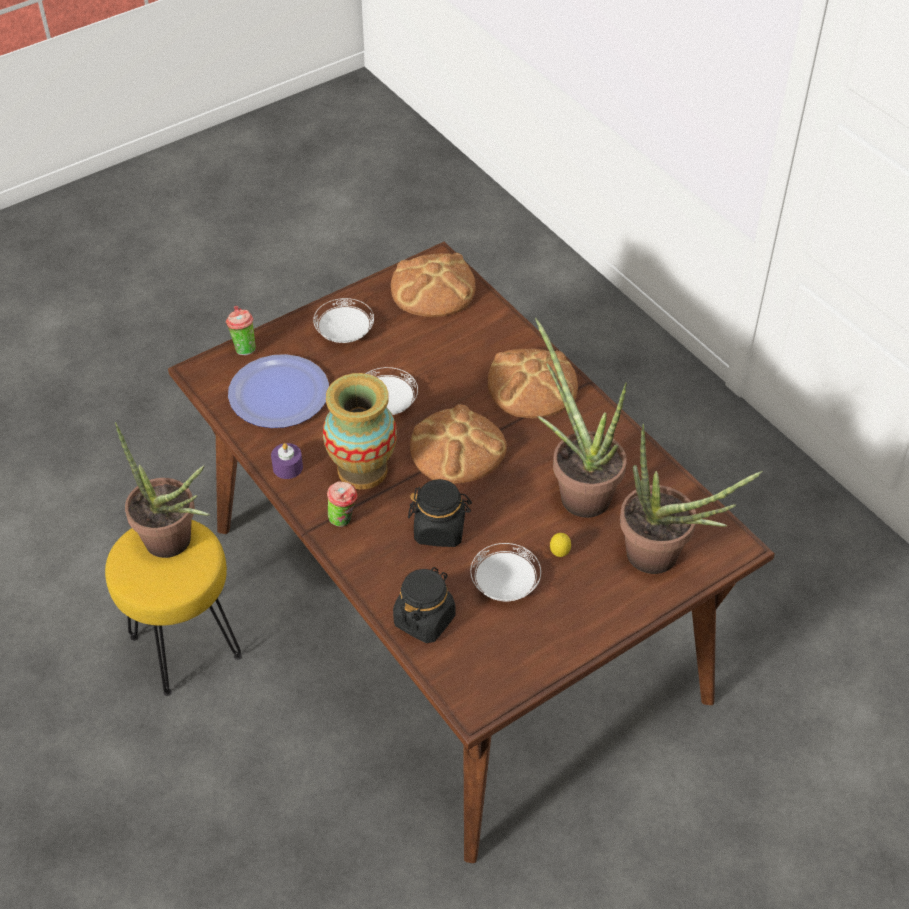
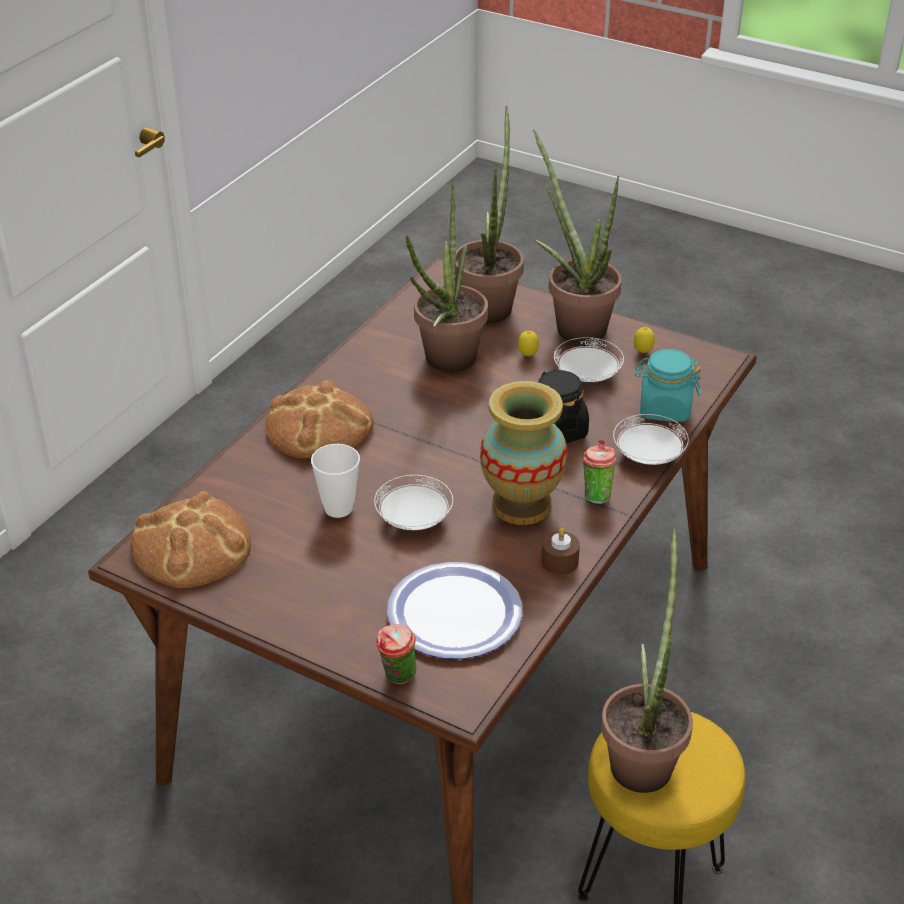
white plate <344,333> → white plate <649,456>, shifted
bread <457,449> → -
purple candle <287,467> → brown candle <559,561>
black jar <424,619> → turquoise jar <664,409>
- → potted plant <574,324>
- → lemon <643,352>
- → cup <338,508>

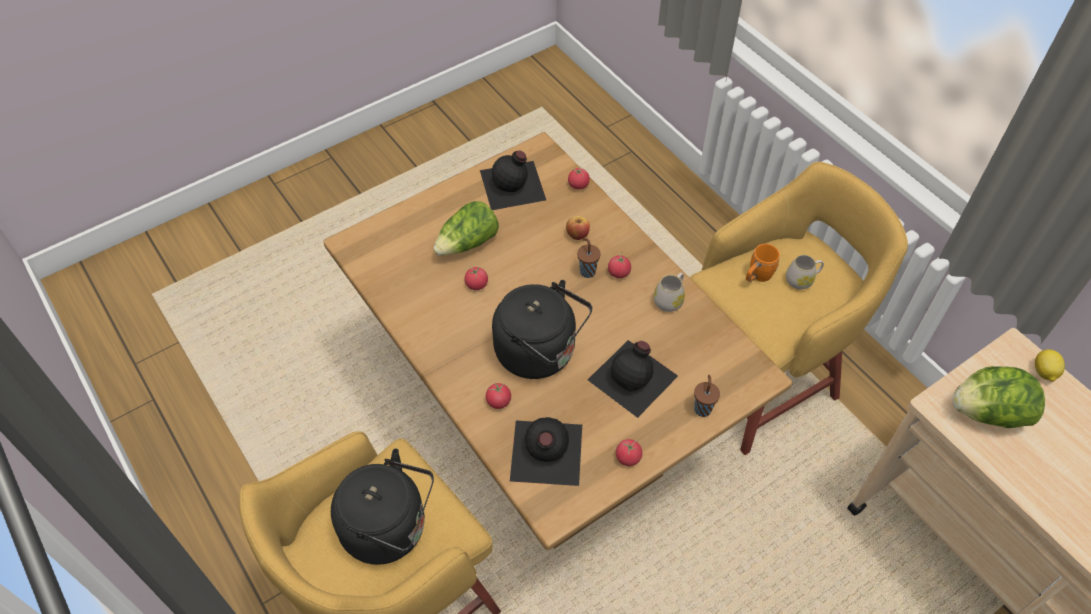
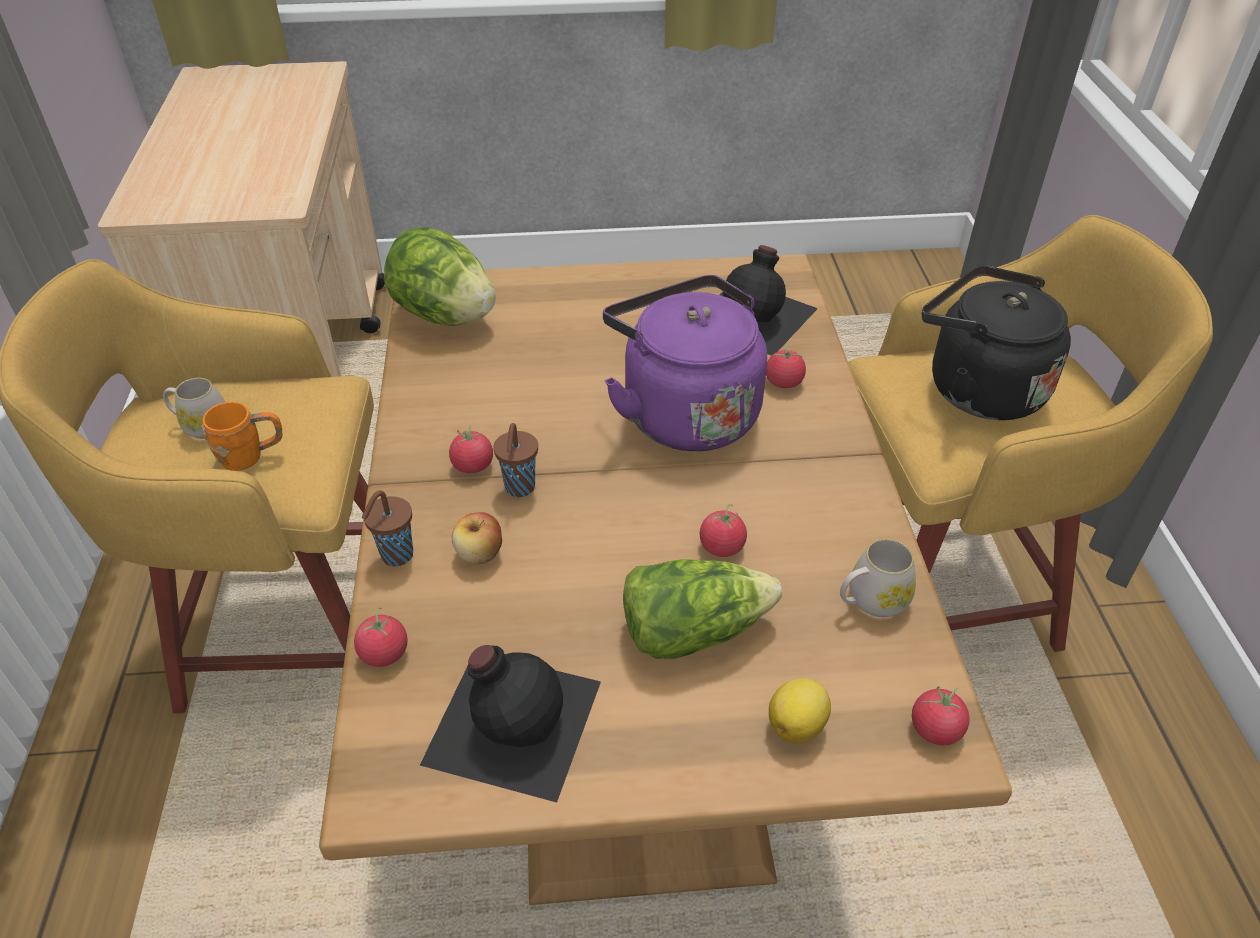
white mug <670,299> → white mug <871,601>, shifted
black kettle <540,353> → purple kettle <684,412>
black bottle <634,377> → -
lemon <1043,372> → lemon <797,725>, shifted
lettuce <987,413> → lettuce <444,315>, shifted
brown cup <702,408> → brown cup <395,556>, shifted
tomato <628,457> → tomato <935,729>, shifted

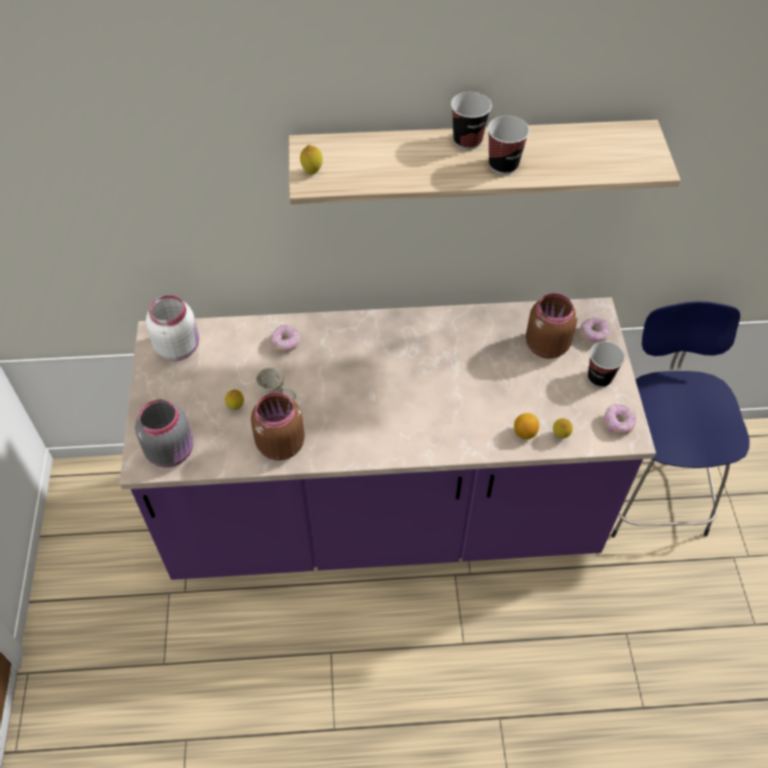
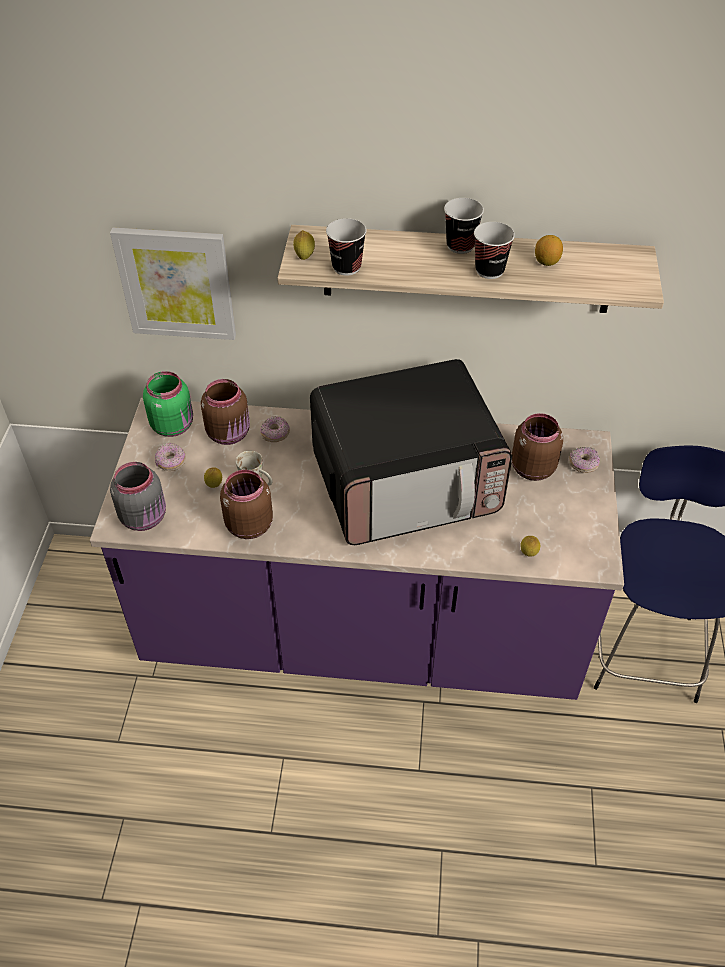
white jar <179,347> → green jar <173,425>
cup <599,378> → cup <346,267>, shifted
donut <618,424> → donut <171,462>, shifted
lemon <524,433> → lemon <546,262>, shifted
- → picture <177,283>
- → microwave <406,484>
- → brown jar <230,433>

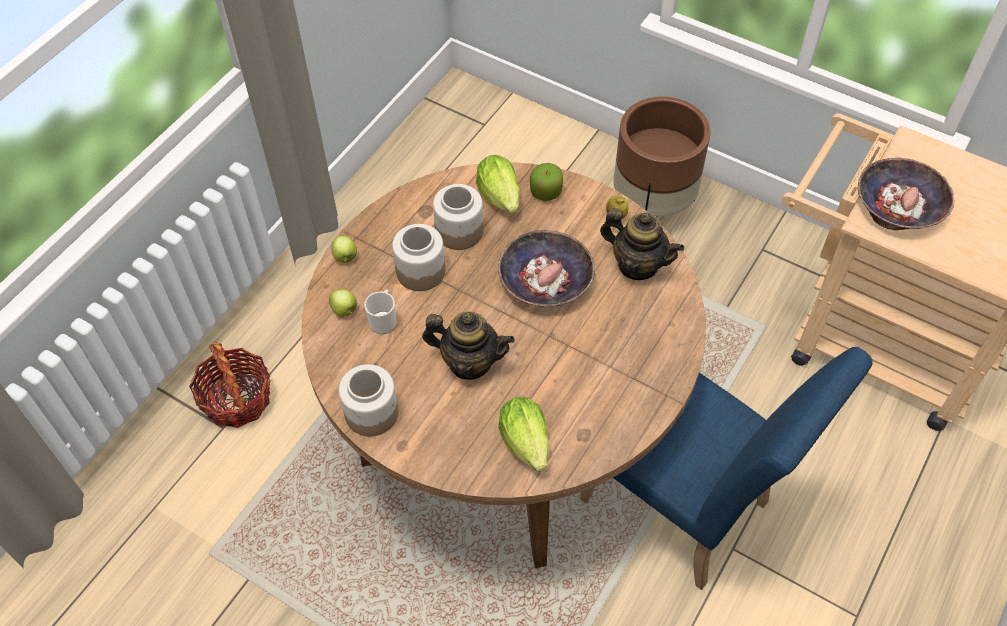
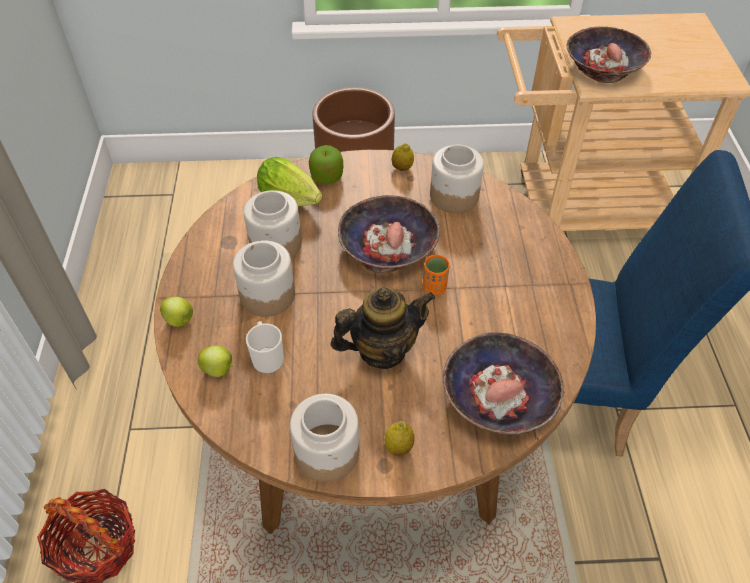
teapot <637,265> → jar <453,196>
lettuce <527,446> → bowl <499,394>
- → orange cup <434,287>
- → lemon <399,447>

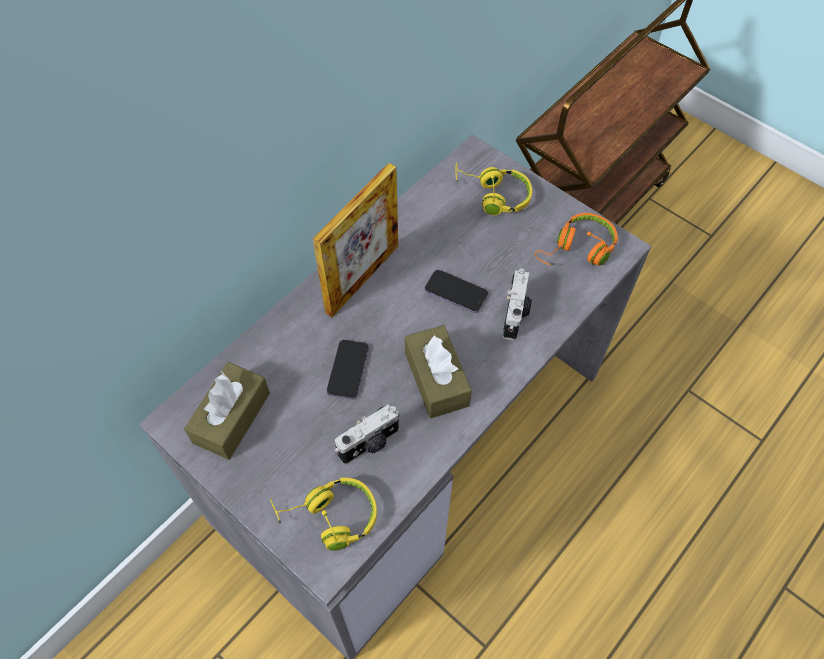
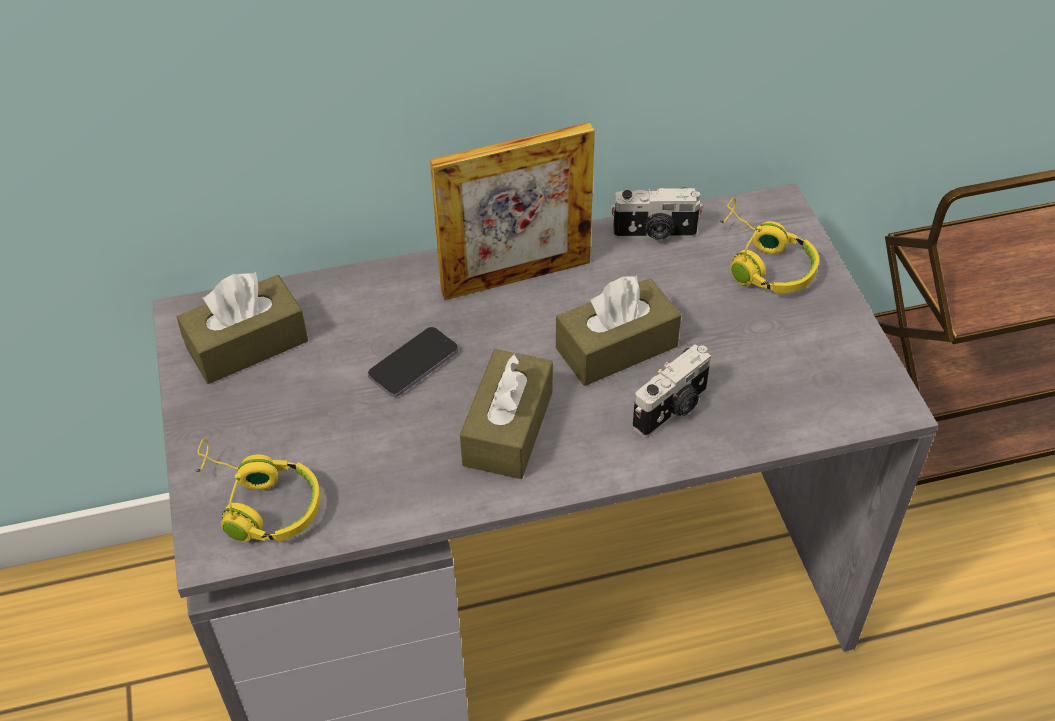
orange headphones <578,250> → -
phone <456,292> → brown tissue box <616,347>
photo camera <370,444> → photo camera <655,234>, shifted

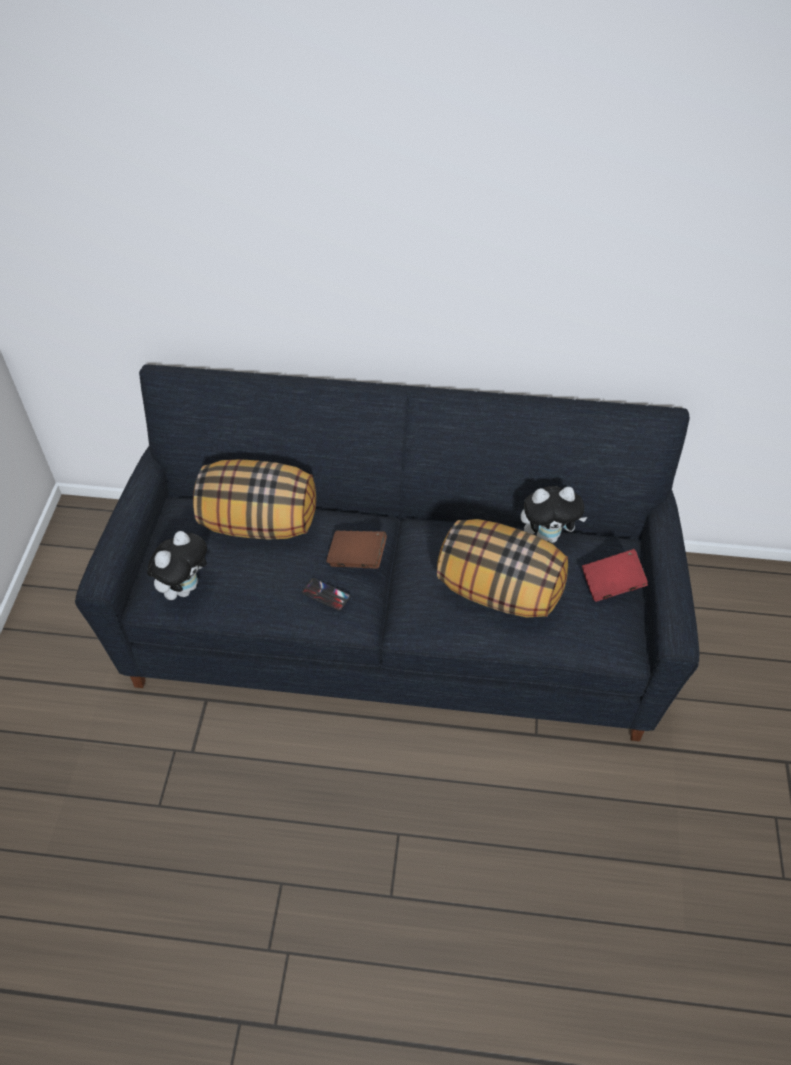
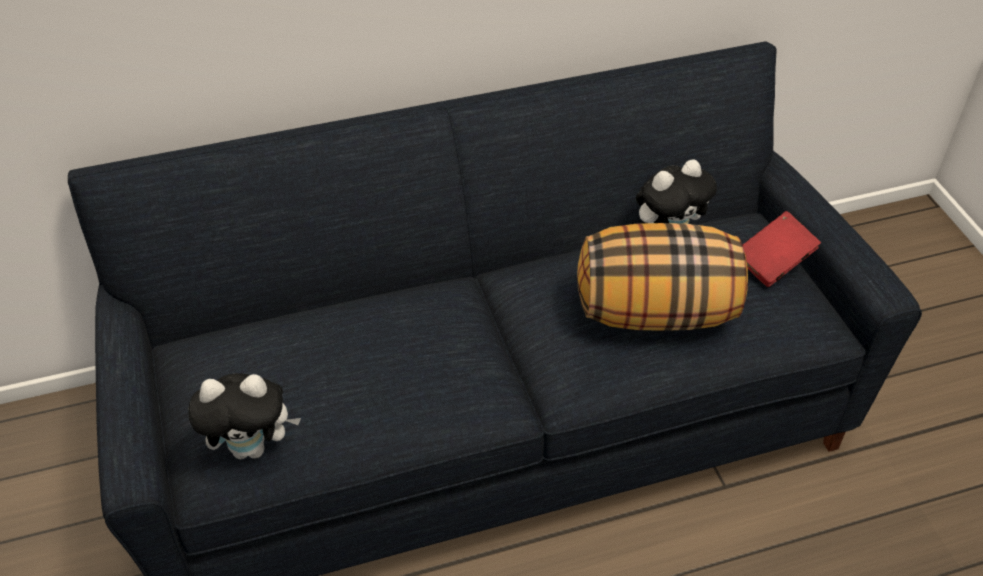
pillow <260,522> → -
brown book <357,558> → -
plush toy <184,587> → plush toy <252,447>, 75 degrees clockwise
phone <325,594> → -

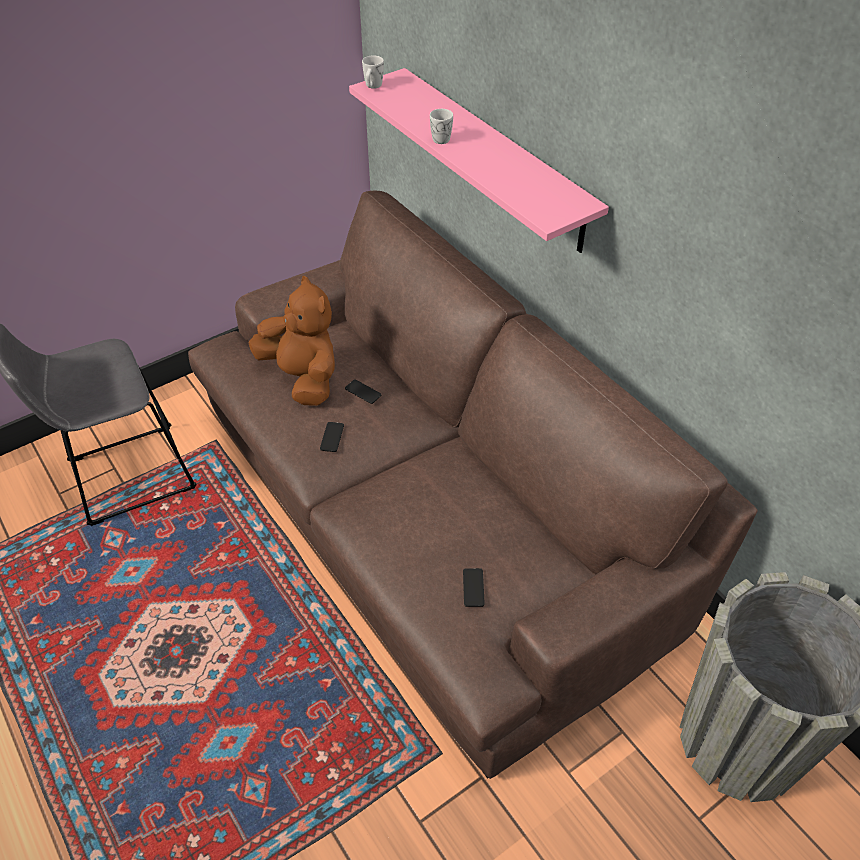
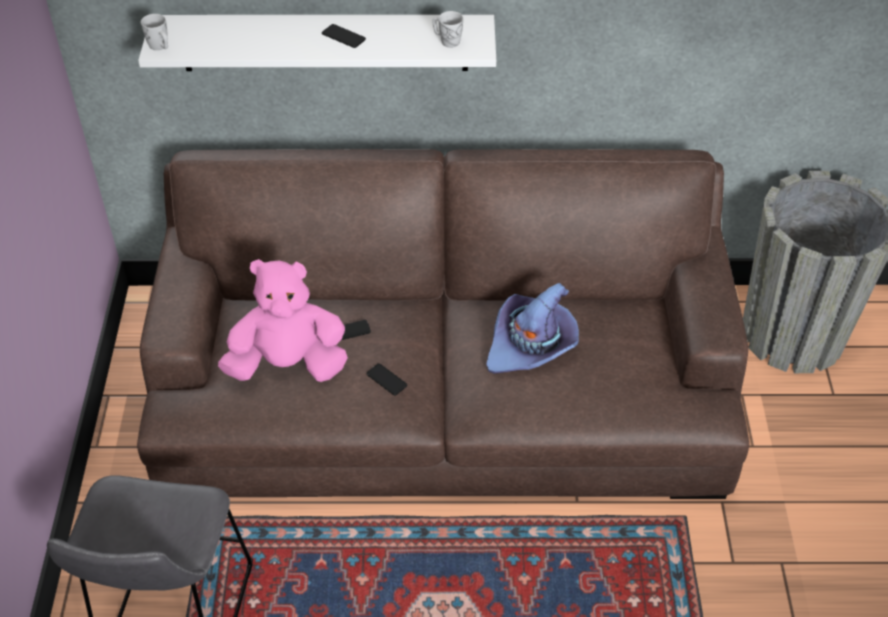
pink shelf <494,159> → white shelf <324,42>
white mug <441,137> → white mug <447,41>, shifted
brown plush toy <303,377> → pink plush toy <288,364>
phone <473,587> → phone <343,36>, shifted
- → purple hat <532,345>

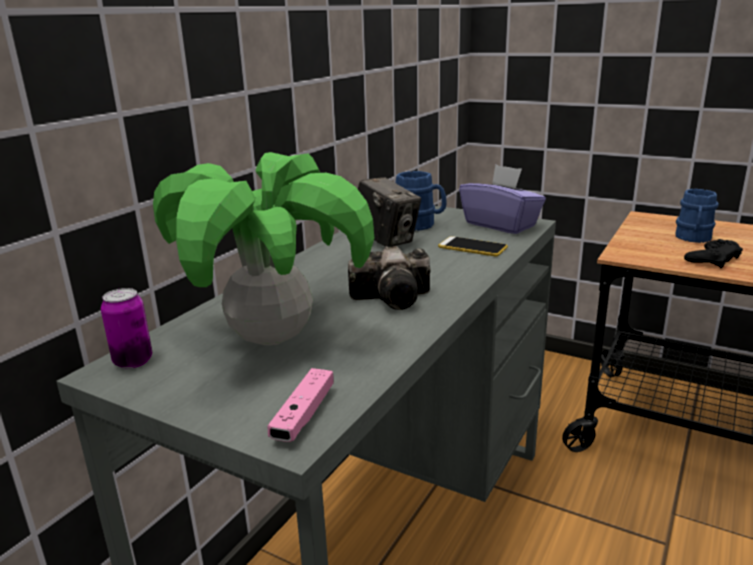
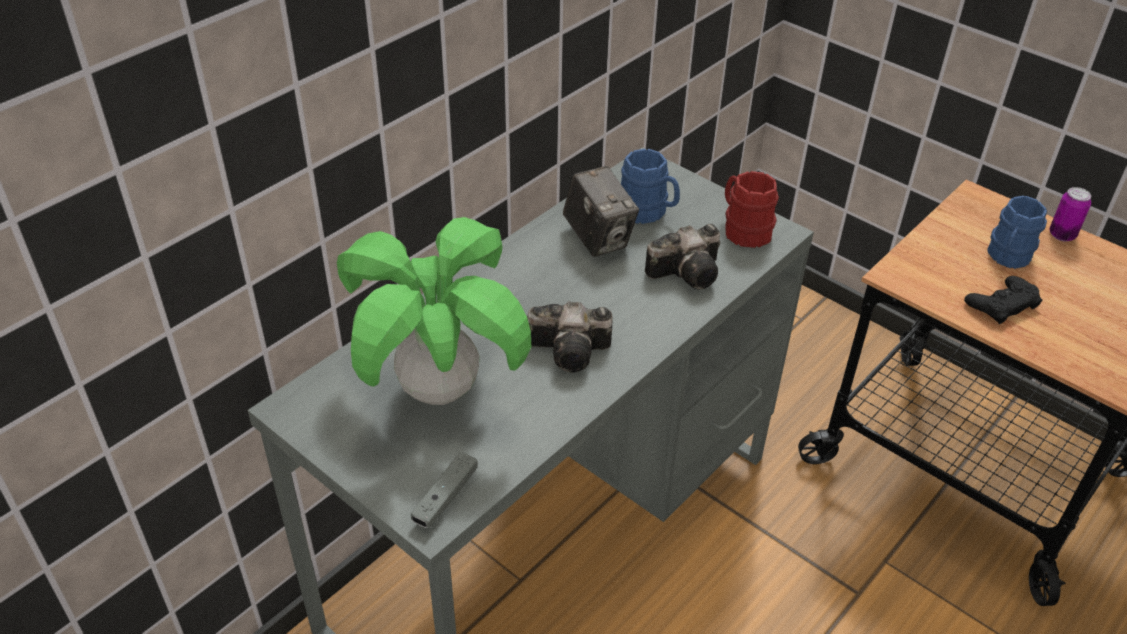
purple tissue box <501,225> → red mug <743,229>
phone <472,247> → photo camera <689,272>
can <133,361> → can <1062,235>, shifted
pink game controller <304,415> → grey game controller <445,497>

